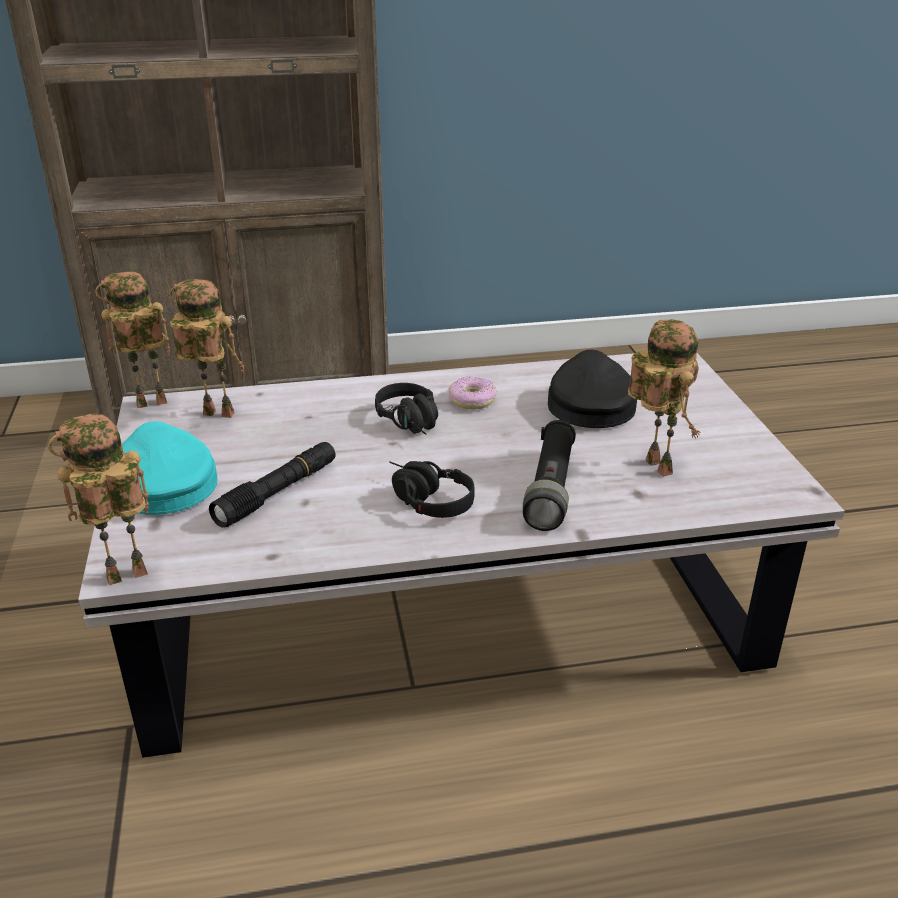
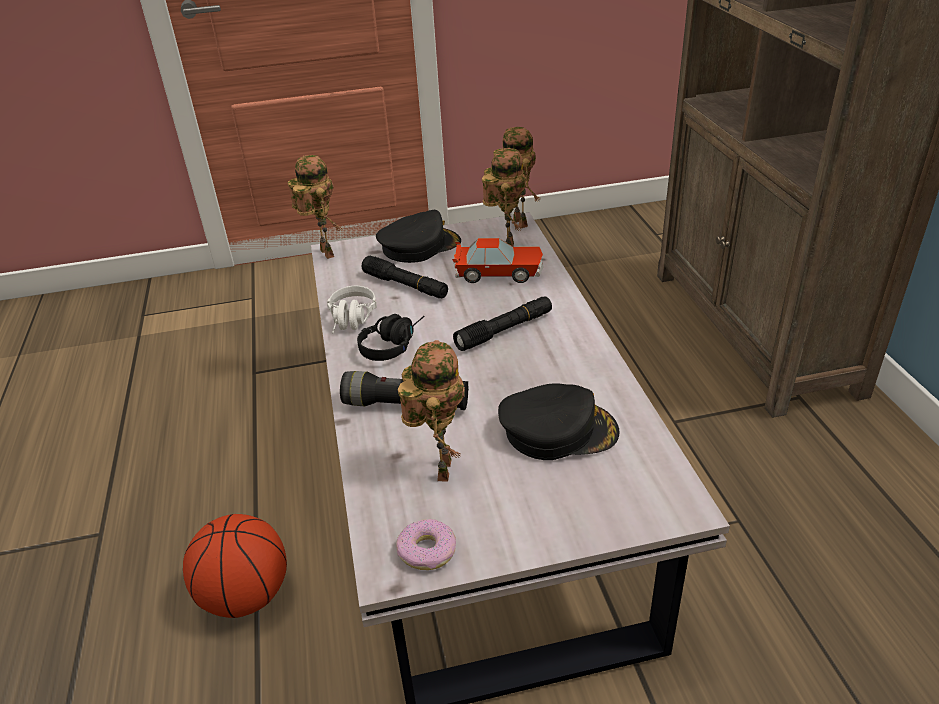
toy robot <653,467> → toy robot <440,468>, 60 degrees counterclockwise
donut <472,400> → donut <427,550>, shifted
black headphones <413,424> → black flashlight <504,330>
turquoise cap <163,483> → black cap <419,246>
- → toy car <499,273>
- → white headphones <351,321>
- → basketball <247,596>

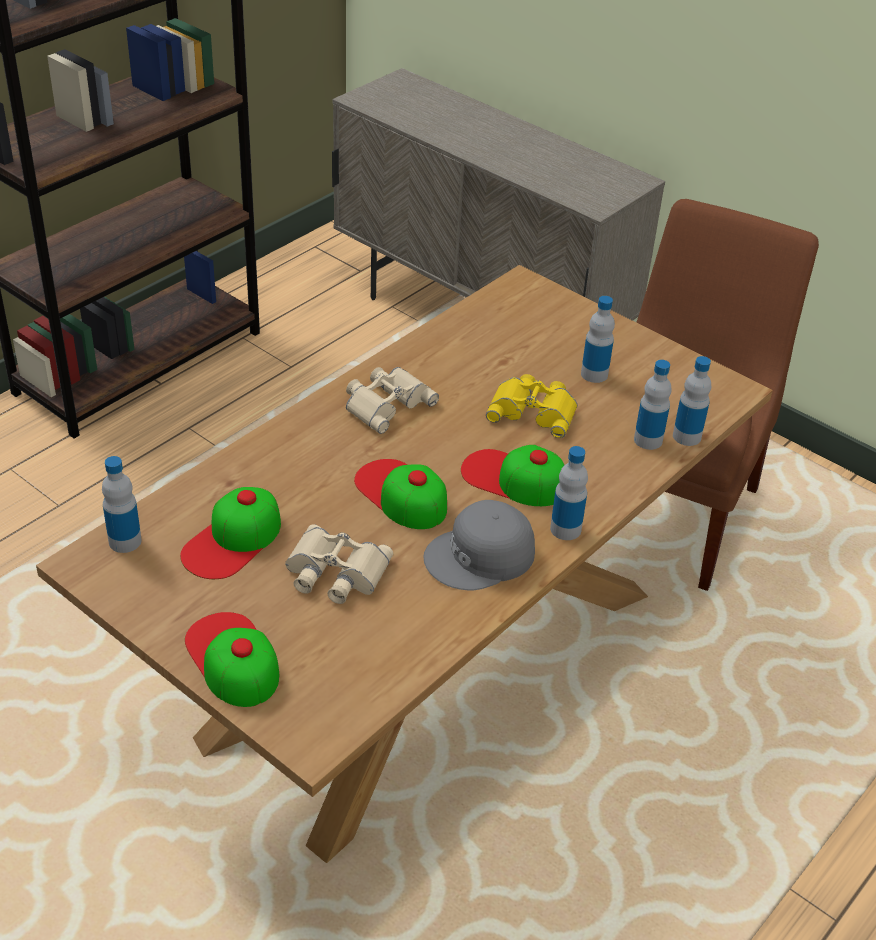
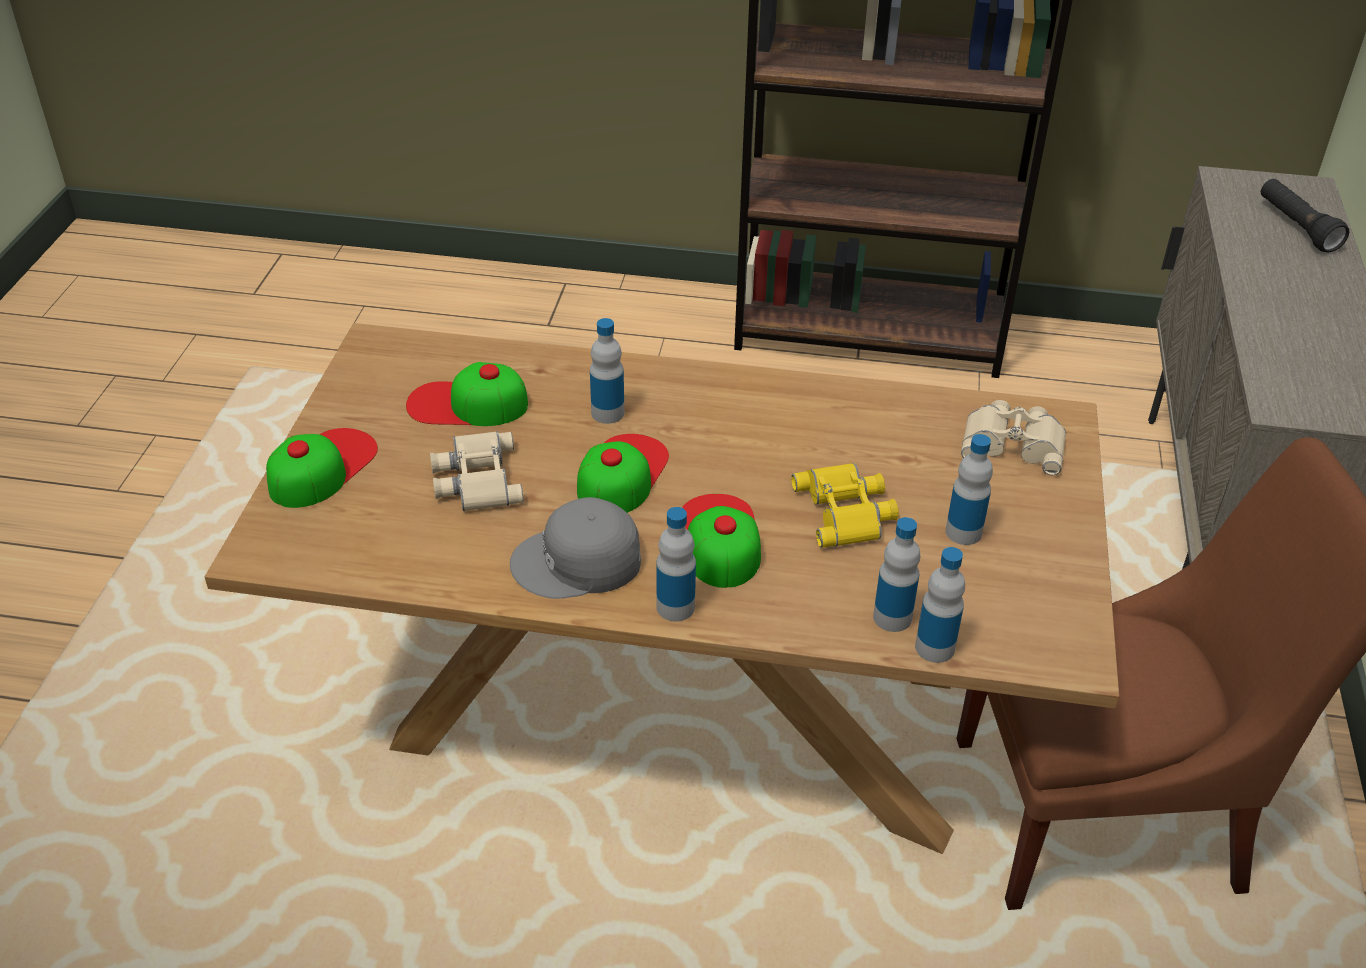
beige binoculars <386,403> → beige binoculars <1013,443>, shifted
bottle <125,541> → bottle <607,413>, shifted
grey cap <481,557> → grey cap <578,562>, 45 degrees counterclockwise
- → black flashlight <1296,227>

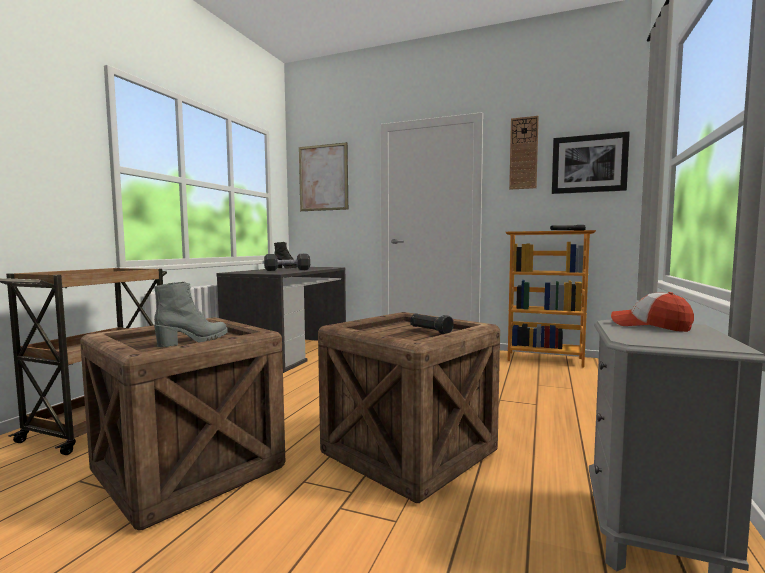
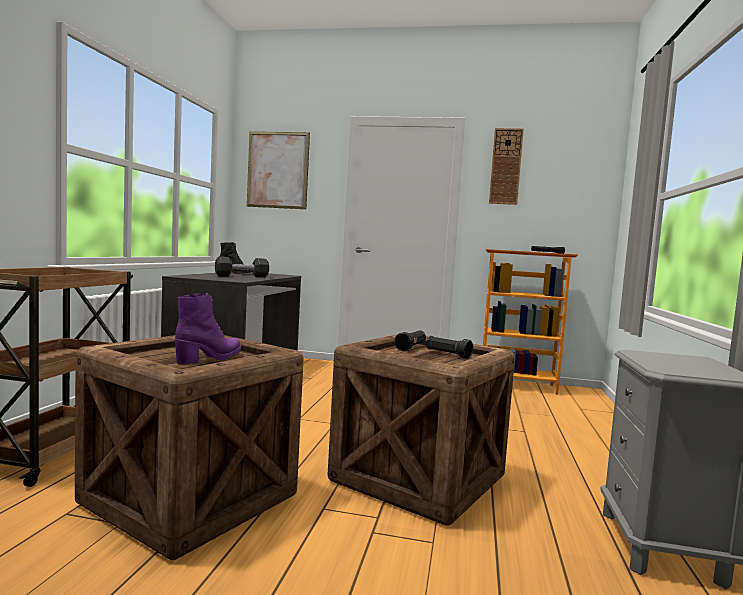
picture <589,164> → -
grey boot <194,341> → purple boot <210,358>
cap <650,326> → -
- → black flashlight <411,348>

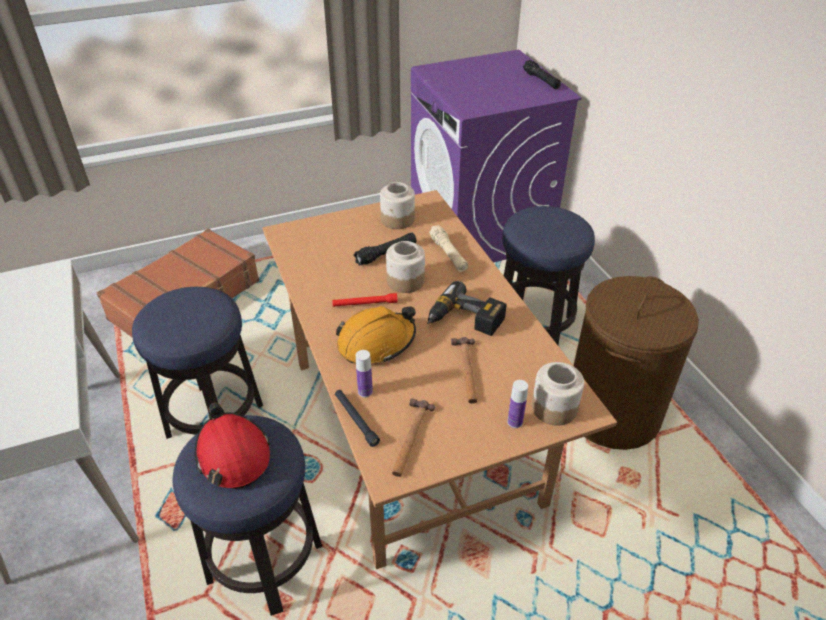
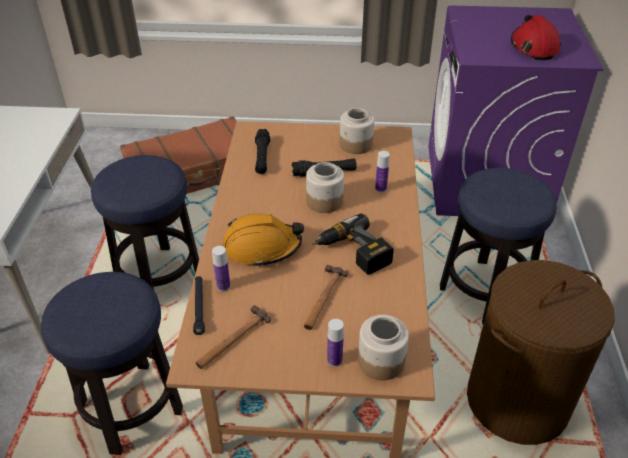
black flashlight <541,80> → black flashlight <262,157>, shifted
beige flashlight <448,254> → bottle <380,188>
red flashlight <365,304> → -
red hard hat <233,454> → red hard hat <534,47>, shifted

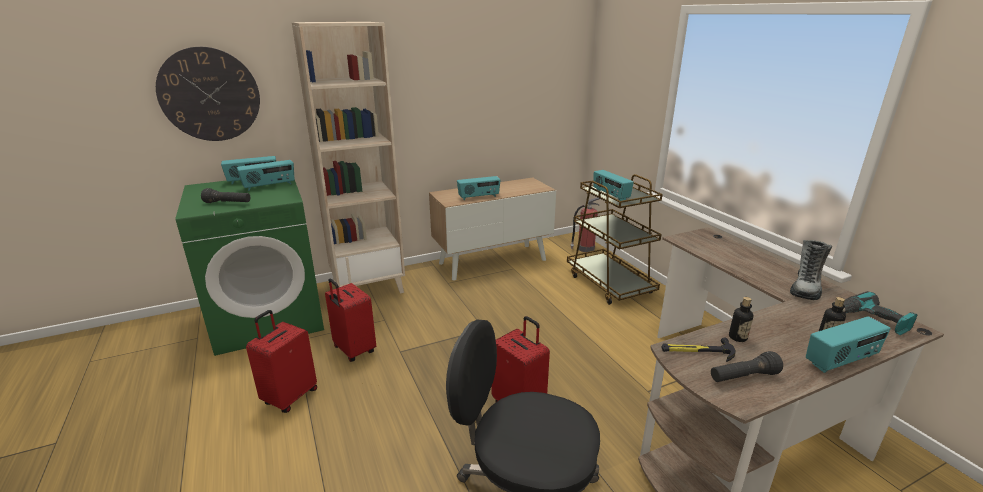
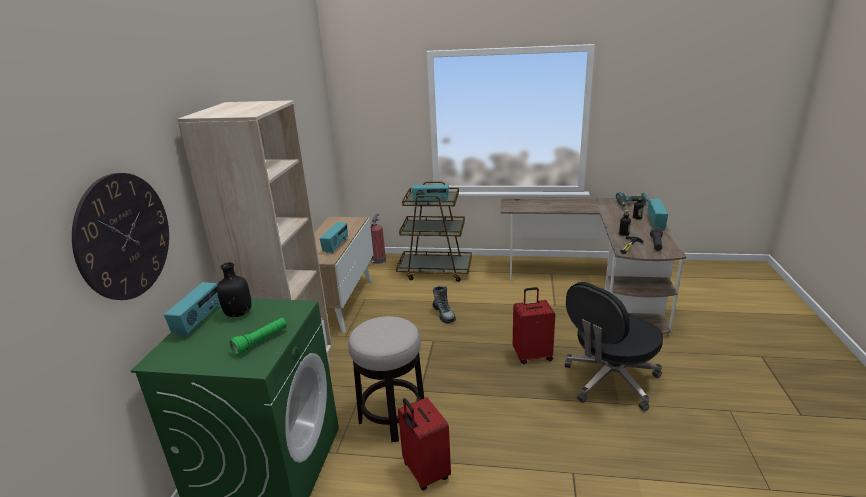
radio <269,186> → black bottle <238,313>
black flashlight <228,203> → green flashlight <261,342>
boot <805,288> → boot <444,314>, shifted
red suitcase <353,350> → stool <392,417>

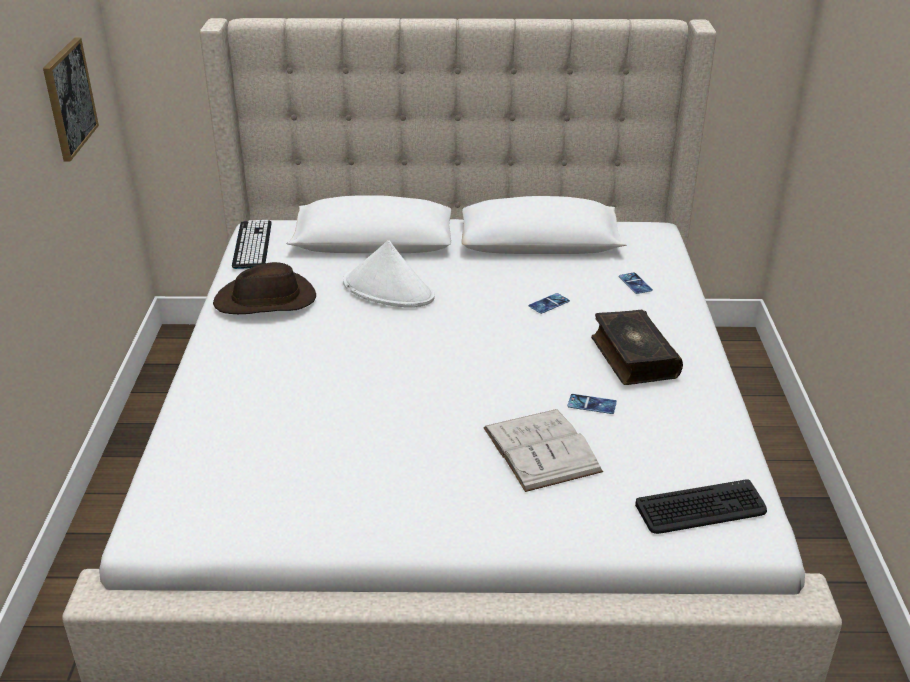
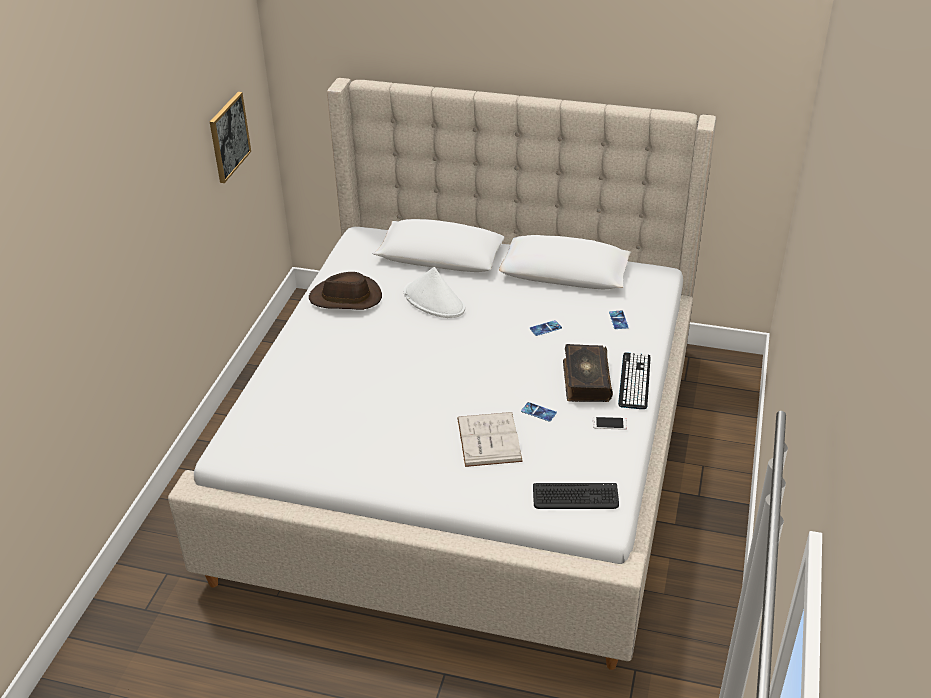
keyboard <252,245> → keyboard <634,381>, shifted
- → phone <609,423>

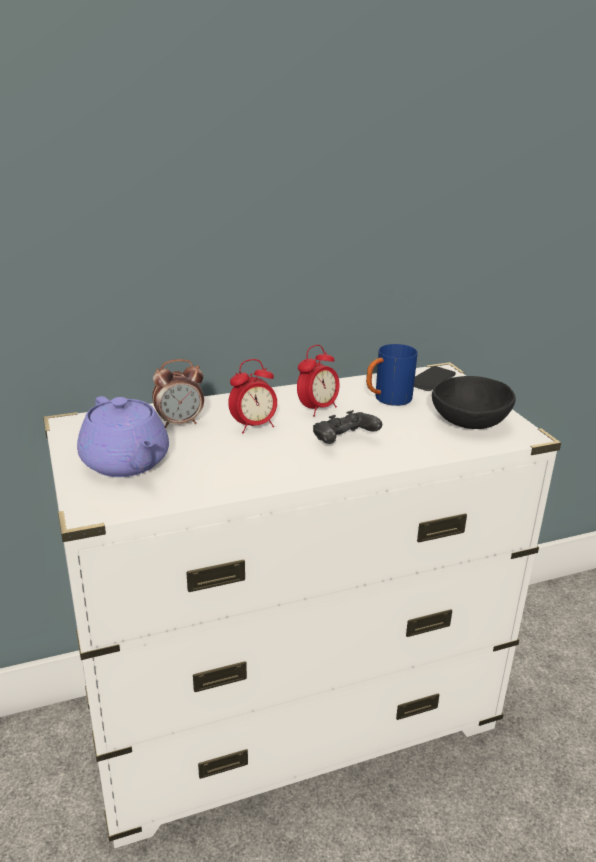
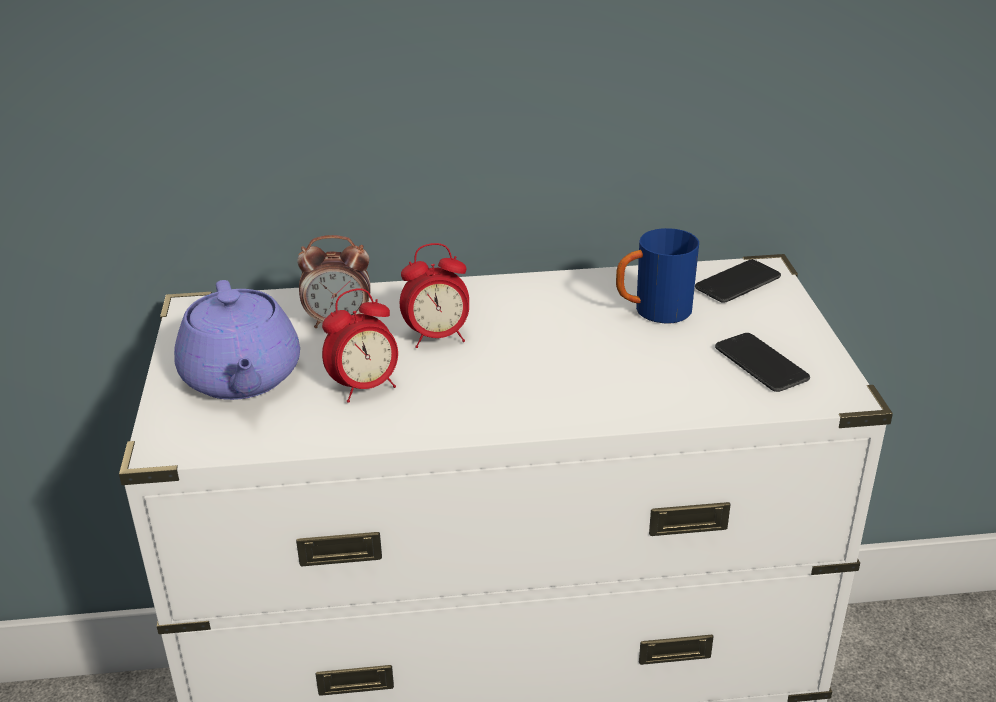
alarm clock <317,409> → alarm clock <365,387>, shifted
black bowl <469,423> → phone <761,363>
black game controller <343,441> → -

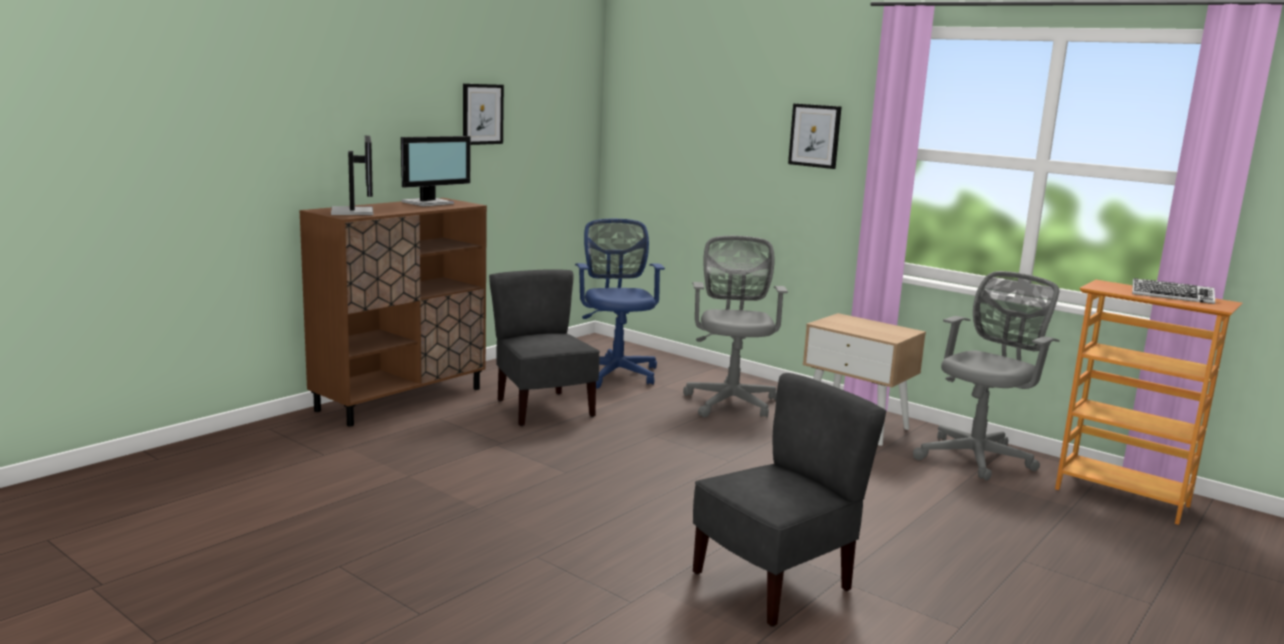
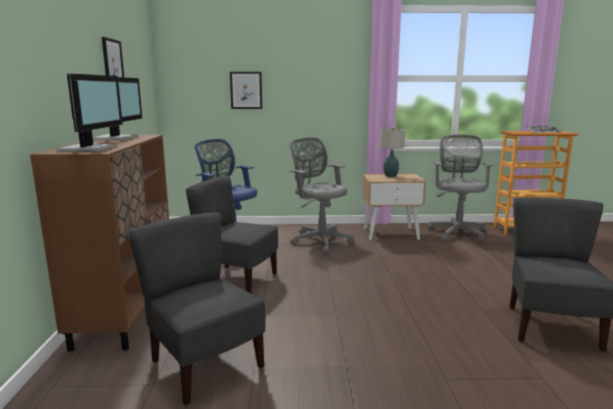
picture <814,135> → picture <246,90>, shifted
monitor <355,211> → monitor <90,148>, 60 degrees clockwise
- → table lamp <391,176>
- → grey chair <205,365>

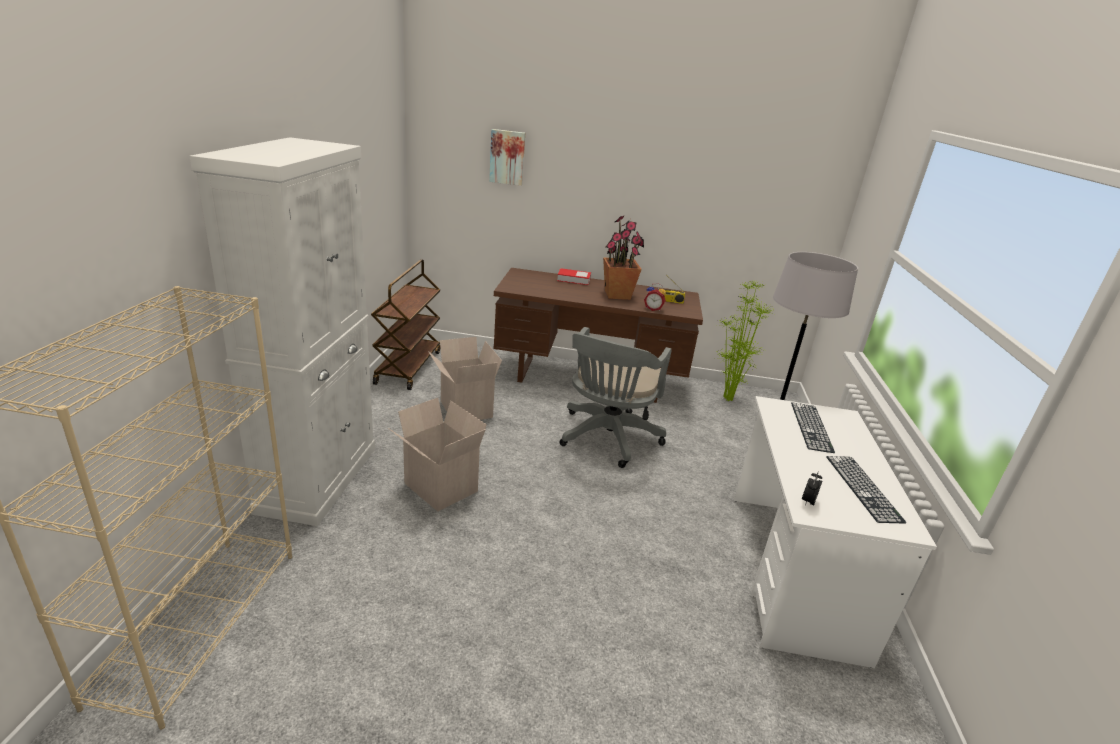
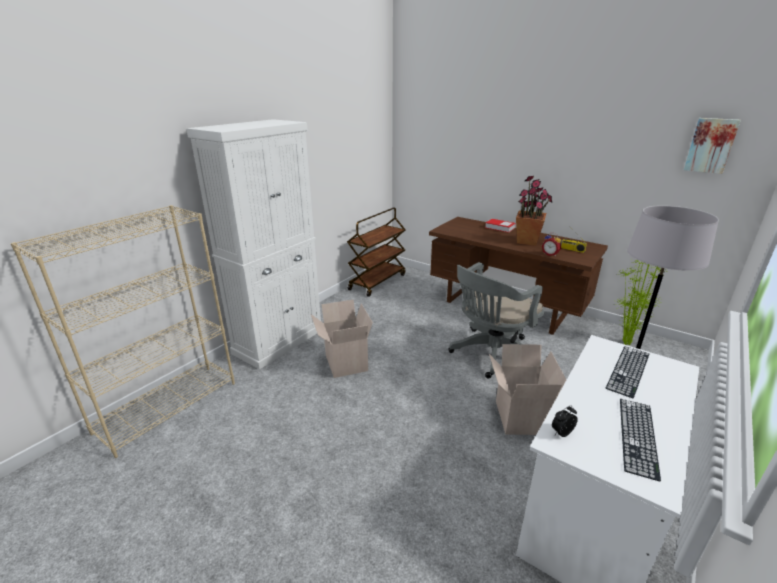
picture <507,157> → picture <711,145>, shifted
cardboard box <464,409> → cardboard box <518,416>, shifted

